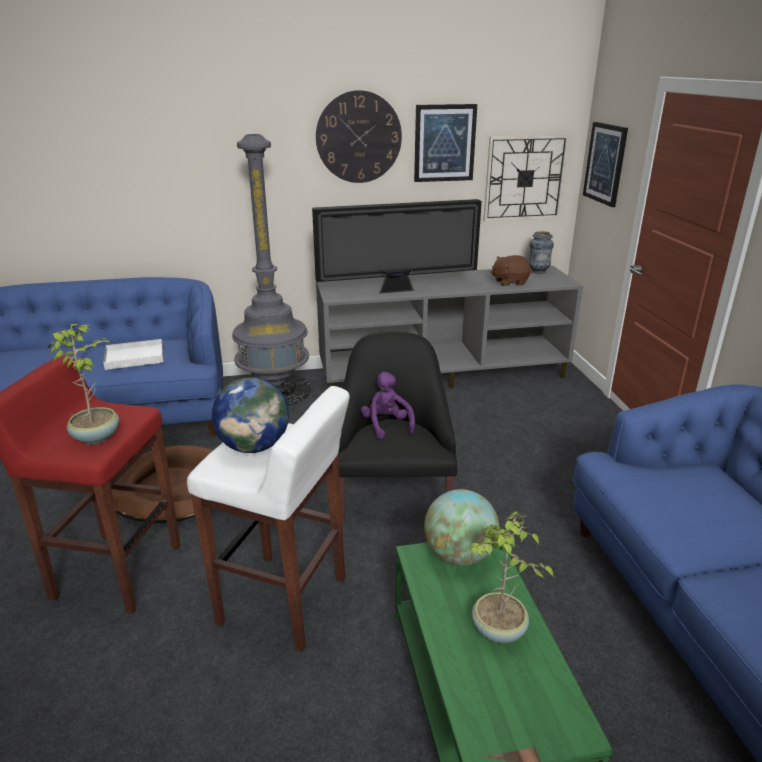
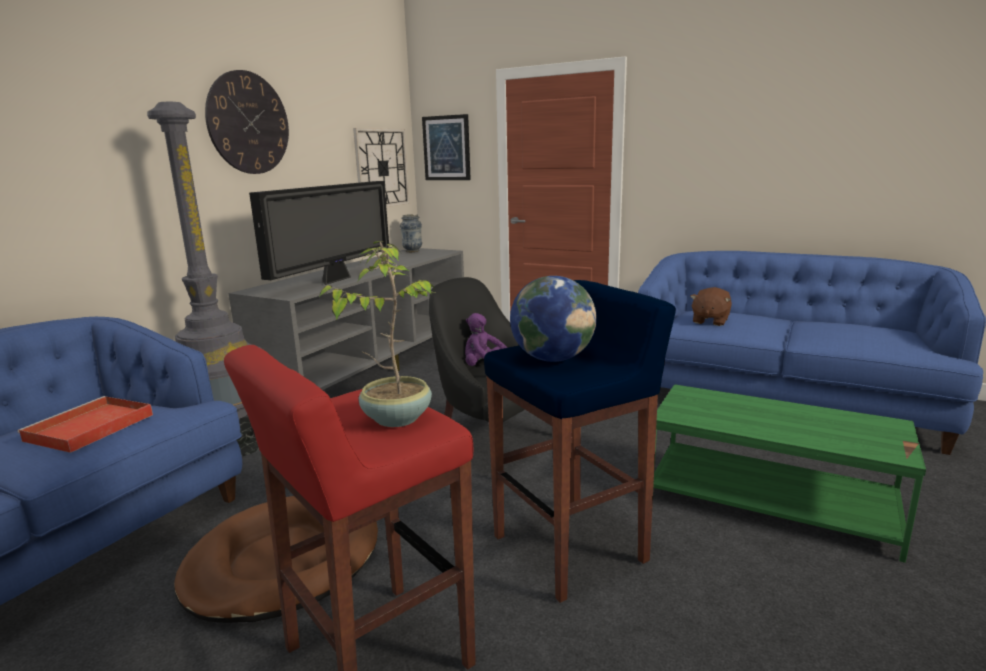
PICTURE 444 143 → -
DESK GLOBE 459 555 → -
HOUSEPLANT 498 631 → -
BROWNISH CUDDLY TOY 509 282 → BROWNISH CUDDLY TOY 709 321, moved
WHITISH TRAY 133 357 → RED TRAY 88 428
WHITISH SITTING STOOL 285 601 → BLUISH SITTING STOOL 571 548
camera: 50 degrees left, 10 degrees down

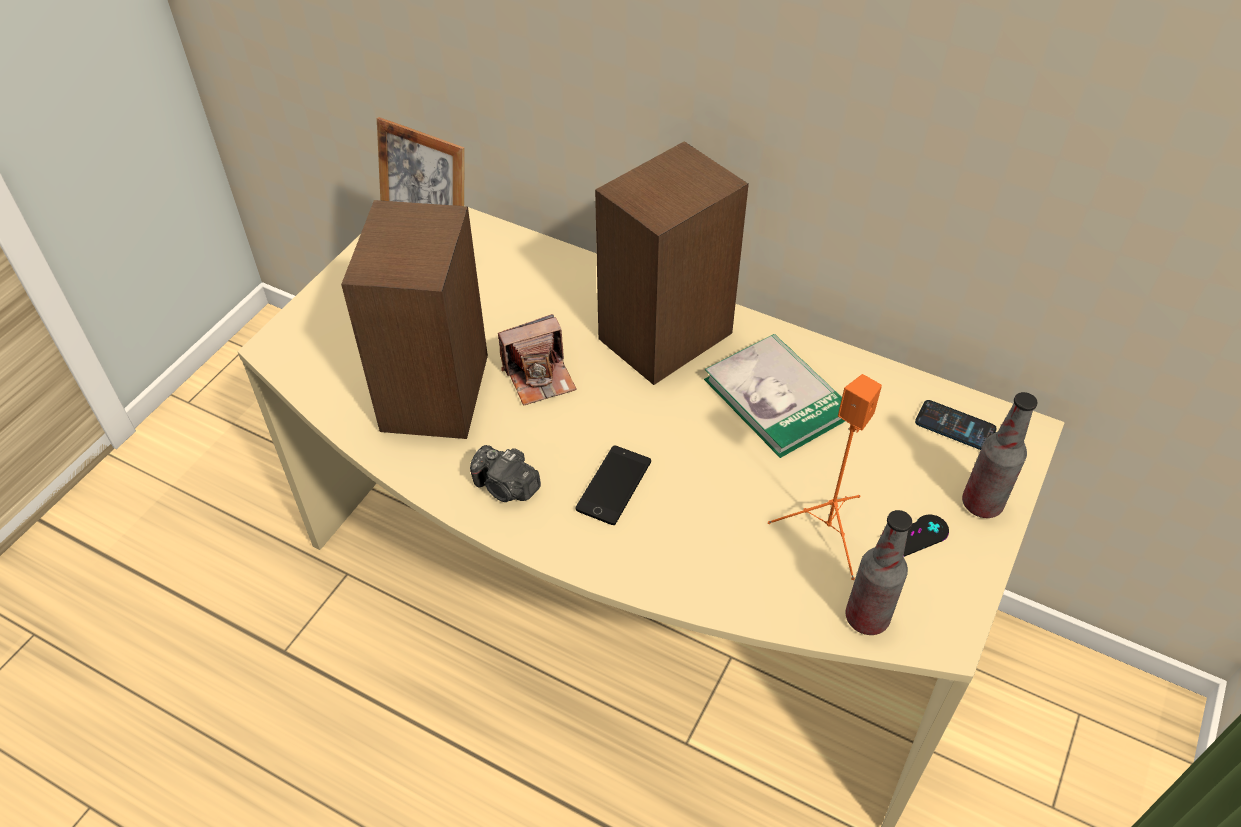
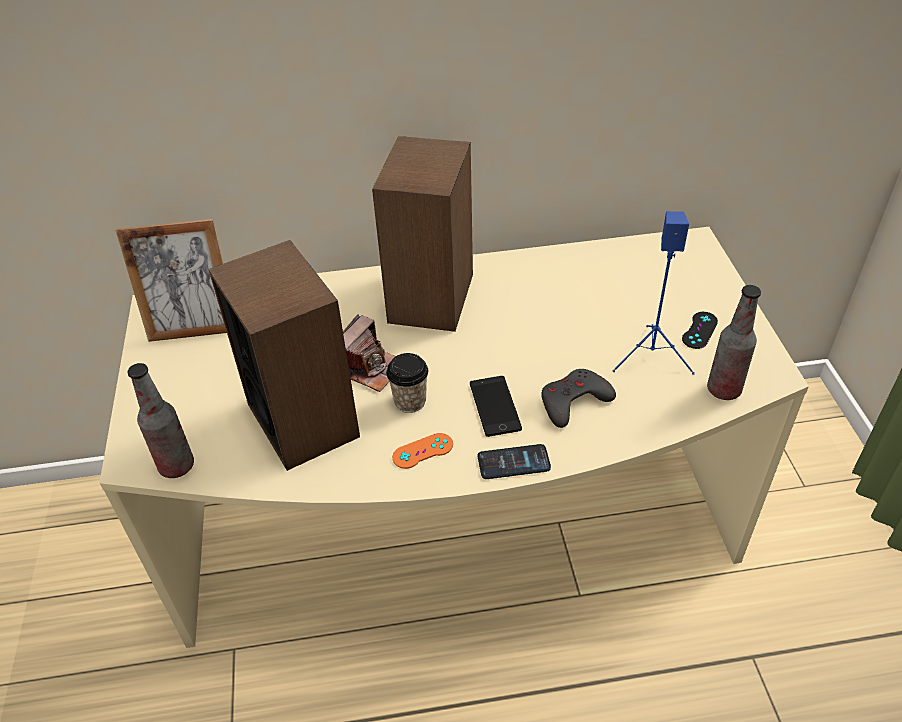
VOLUME 777 398 → -
- → SMALL CUP 410 401
- → GREY GAMEPAD 574 401
HANDSET 955 426 → HANDSET 513 462, moved
DRINK BOTTLE 982 504 → DRINK BOTTLE 177 466, moved
STILL CAMERA 506 487 → ORANGE-COLOURED GAMEPAD 423 451
ORANGE-COLOURED AUDIO SPEAKER 827 532 → BLUISH AUDIO SPEAKER 652 356
camera: 35 degrees left, 5 degrees down

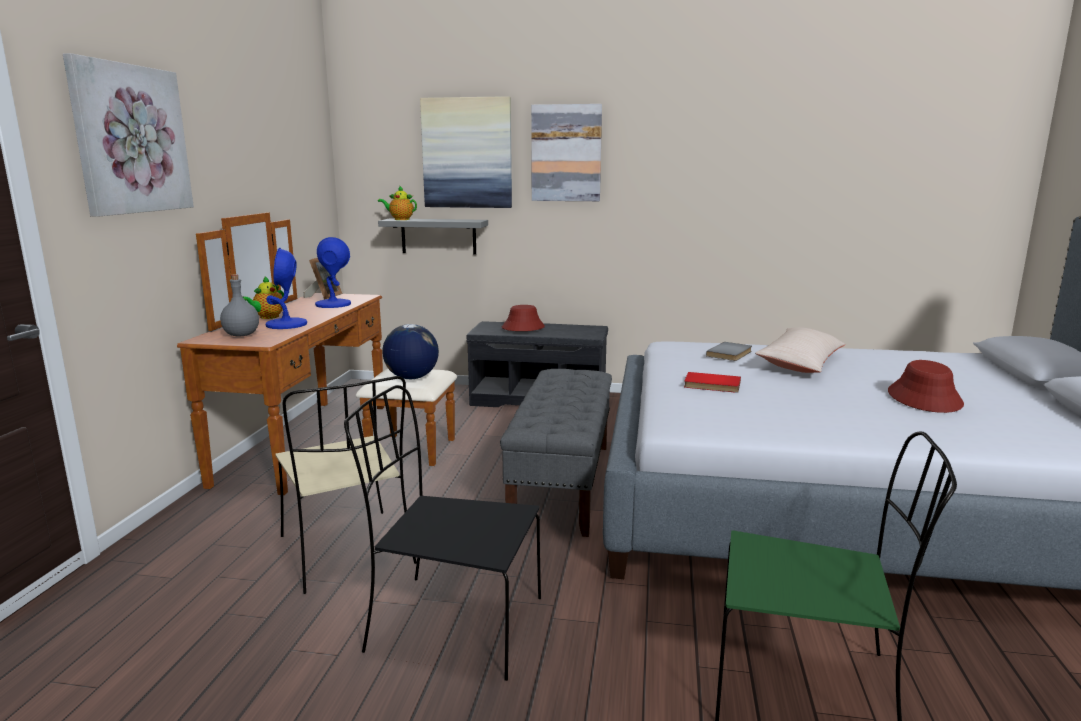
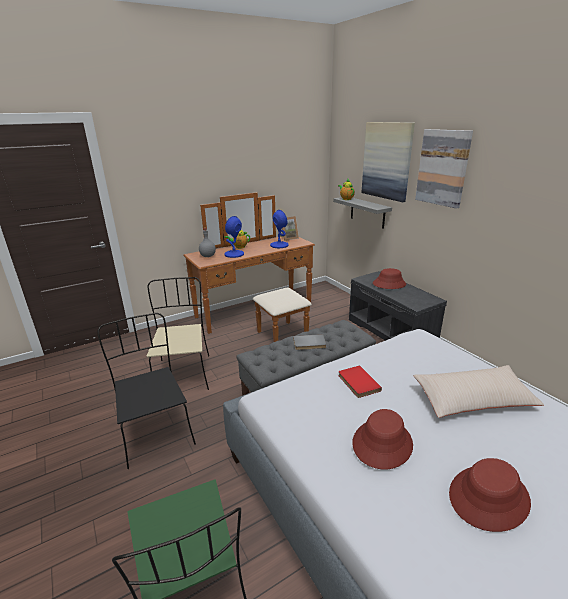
PICTURE 130 139 → -
DESK GLOBE 411 378 → -
- → RED WEARABLE HAT 382 443
GREY VOLUME 731 354 → GREY VOLUME 309 344, moved
SAND-COLOURED UPRIGHT CHAIR 348 552 → SAND-COLOURED UPRIGHT CHAIR 183 373, 150 degrees clockwise
camera: 50 degrees right, 10 degrees up

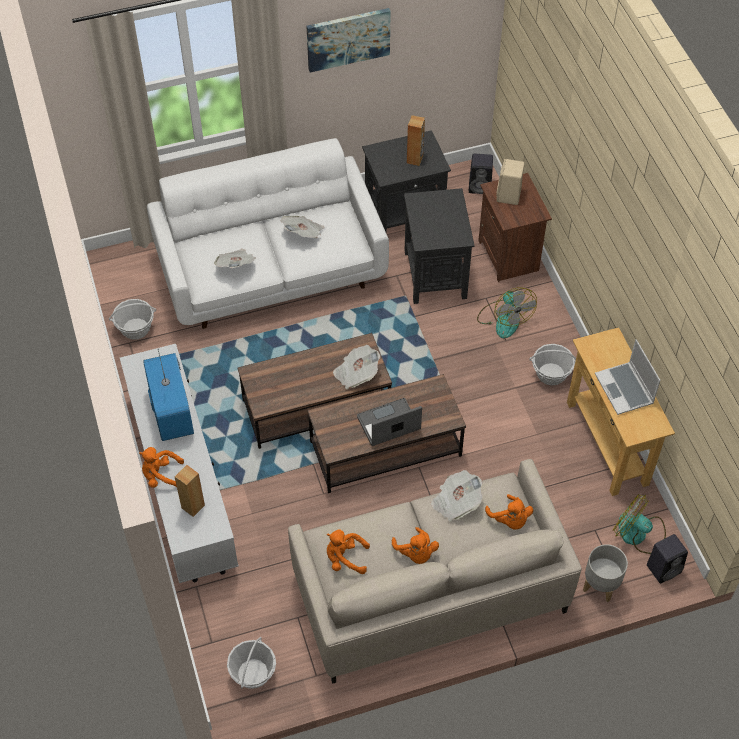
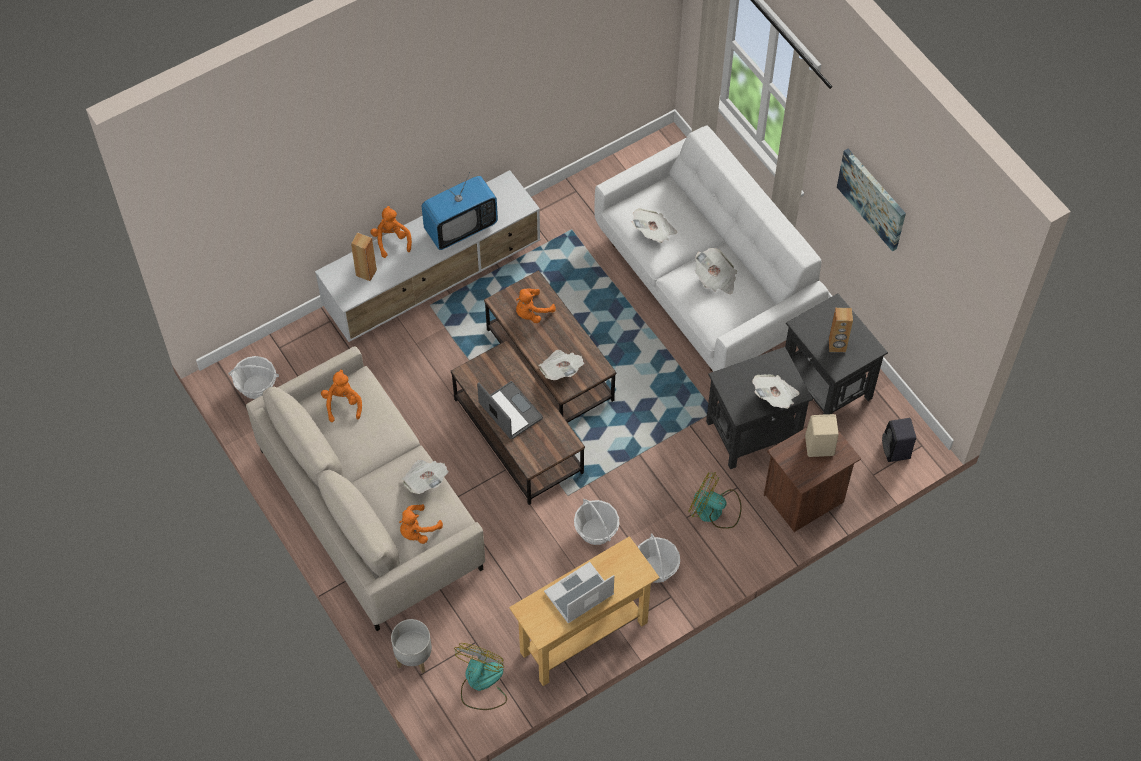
BLACKISH AUDIO SPEAKER 664 568 → -
- → NEWSPAPER 775 397
BASKET 135 329 → BASKET 596 531, moved
ORANGE-COLOURED CUDDLY TOY 416 553 → ORANGE-COLOURED CUDDLY TOY 532 312, moved
COOLING FAN 504 319 → COOLING FAN 714 510, 60 degrees clockwise
camera: 75 degrees right, 5 degrees up

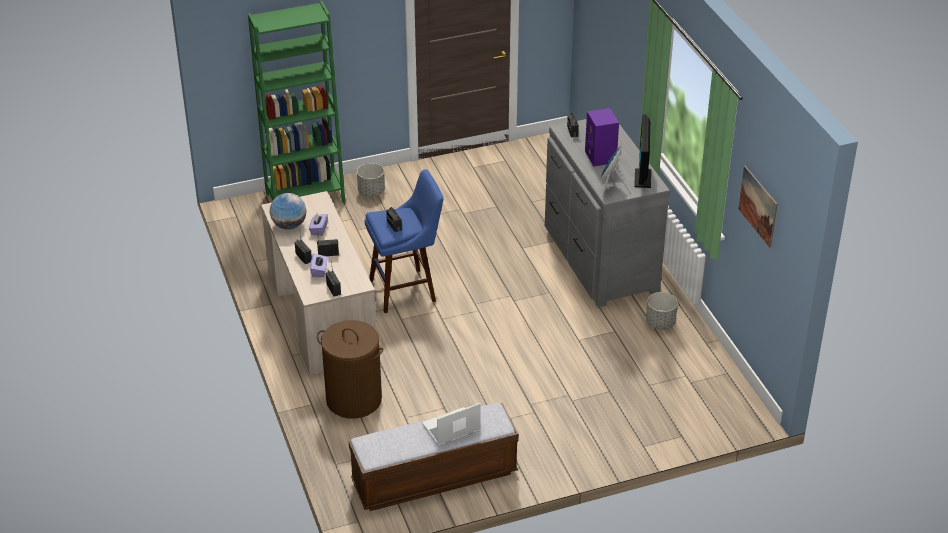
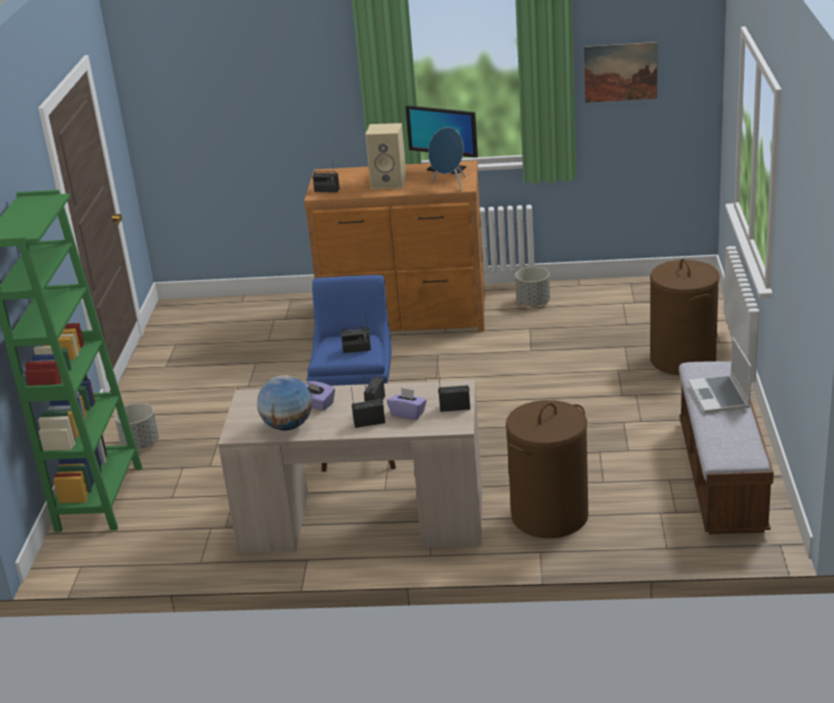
- → BROWNISH HAMPER 683 360
GREY DRAWER CHEST 599 260 → BROWNISH DRAWER CHEST 405 318
PURPLISH AUDIO SPEAKER 601 157 → SAND-COLOURED AUDIO SPEAKER 389 182
camera: 65 degrees left, 10 degrees down

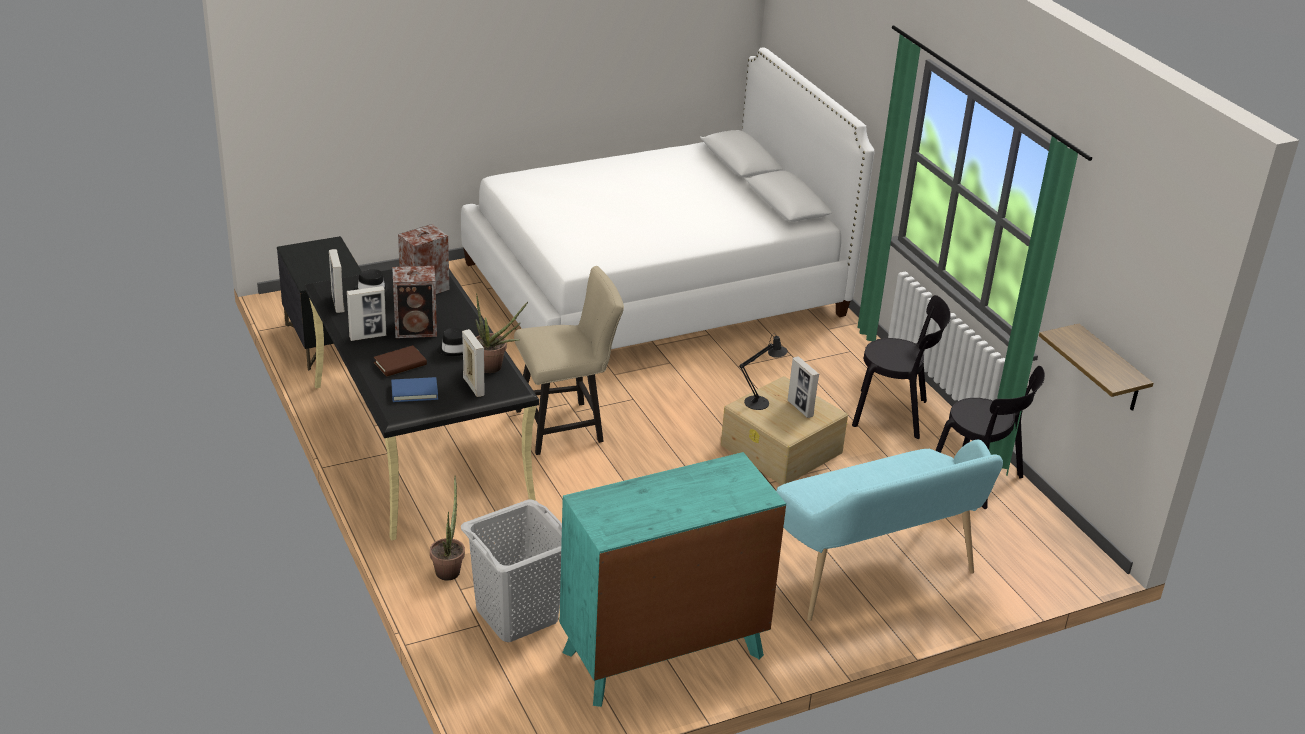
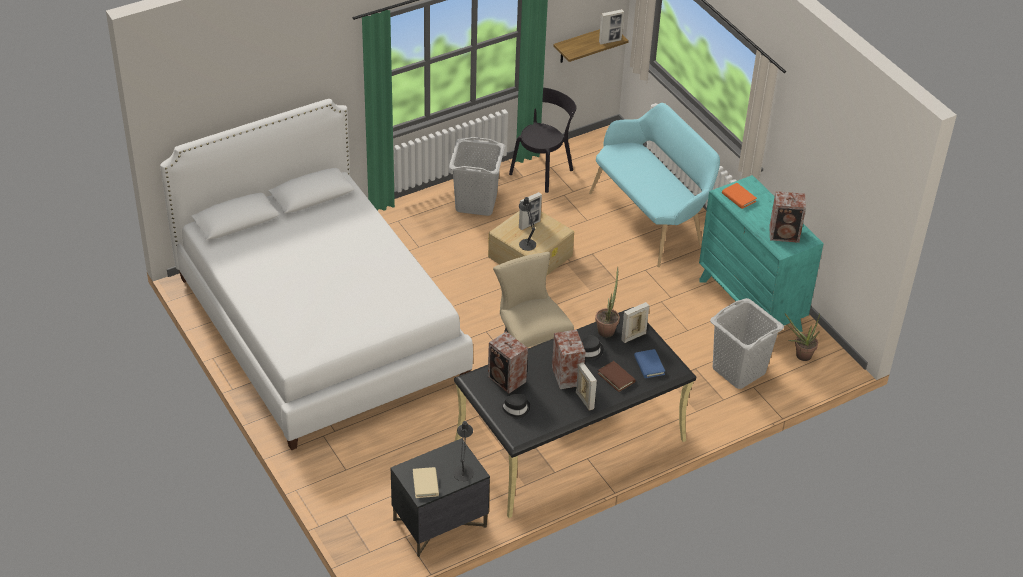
- → SAND-COLOURED VOLUME 425 484
- → BLACKISH TABLE LAMP 463 471
- → ORANGE-COLOURED VOLUME 738 197
- → AUDIO SPEAKER 785 234
PHOTO FRAME 338 303 → PHOTO FRAME 610 41, moved
HOUSEPLANT 449 568 → HOUSEPLANT 800 355, moved
BLACKISH UPRIGHT CHAIR 894 414 → GREY HAMPER 476 202
camera: 95 degrees left, 10 degrees up

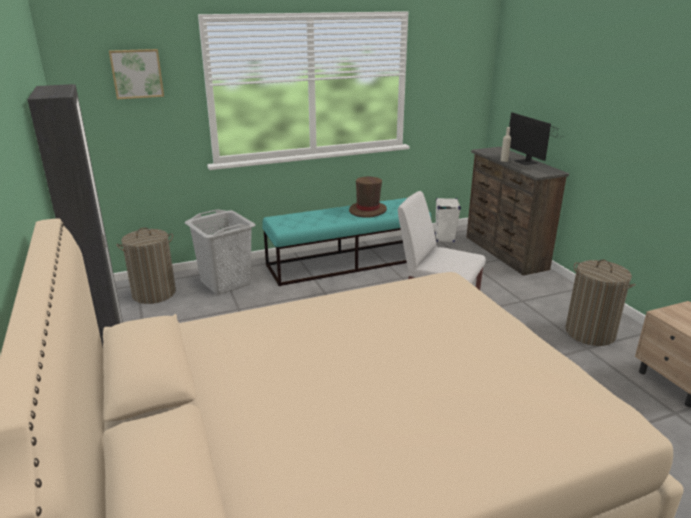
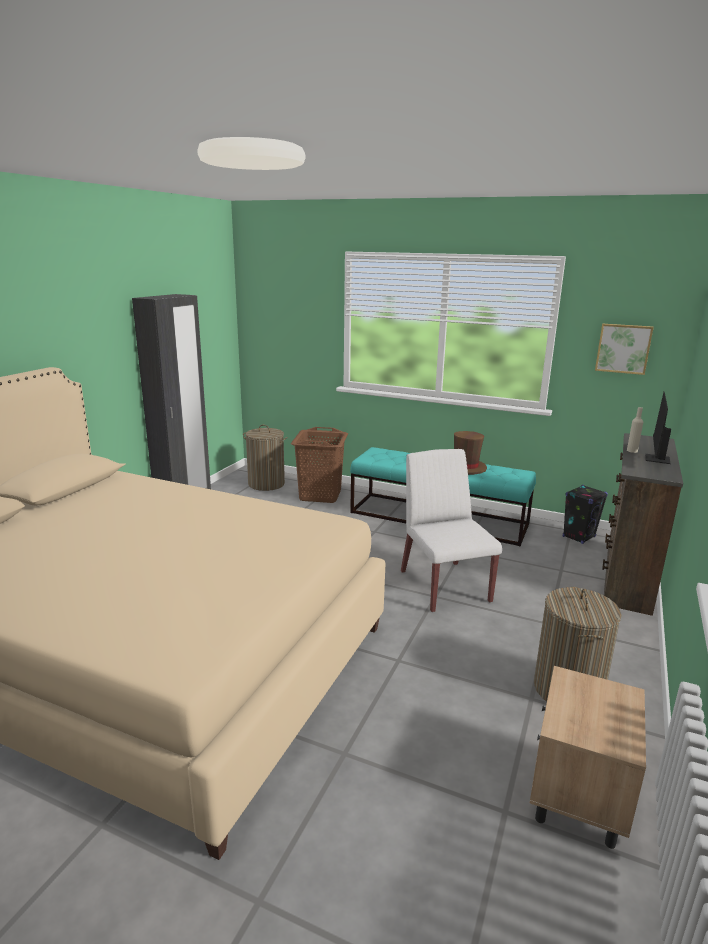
PICTURE 137 73 → PICTURE 623 348, moved
GREY HAMPER 226 282 → BROWNISH HAMPER 320 495
WHITISH AUDIO SPEAKER 444 238 → BLACKISH AUDIO SPEAKER 579 536
camera: 45 degrees right, 5 degrees down

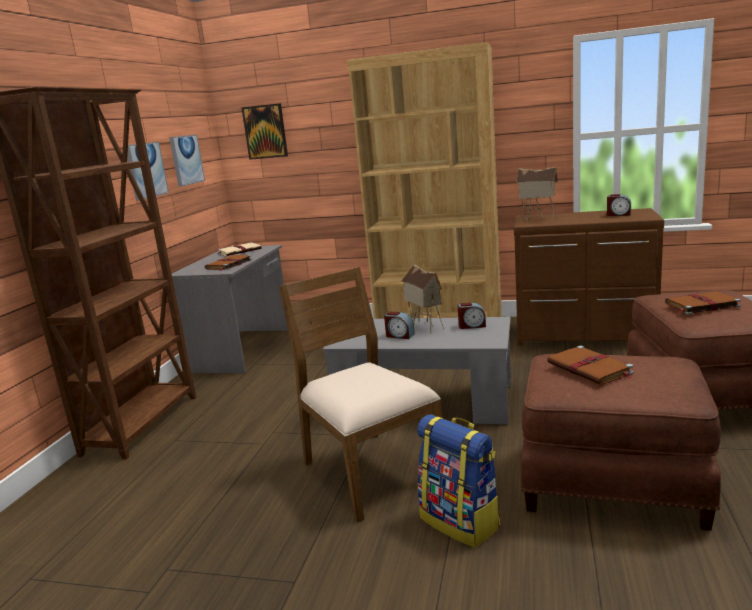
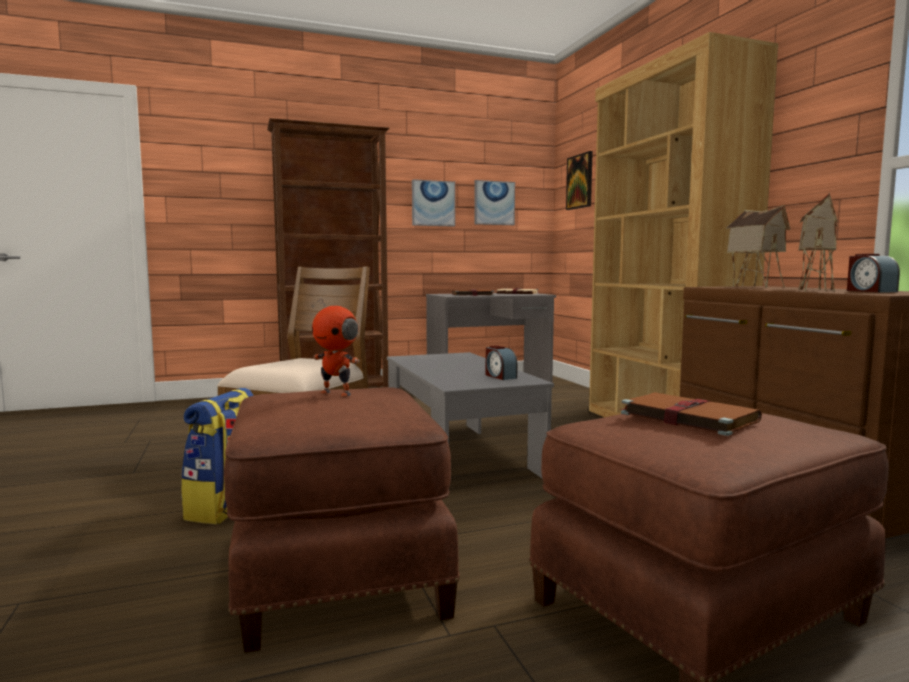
ALARM CLOCK 399 335 → -
MINIATURE HOUSE 424 327 → MINIATURE HOUSE 813 290, moved
BROWNISH VOLUME 590 368 → MODEL ROBOT 337 393
camera: 55 degrees right, 10 degrees down

